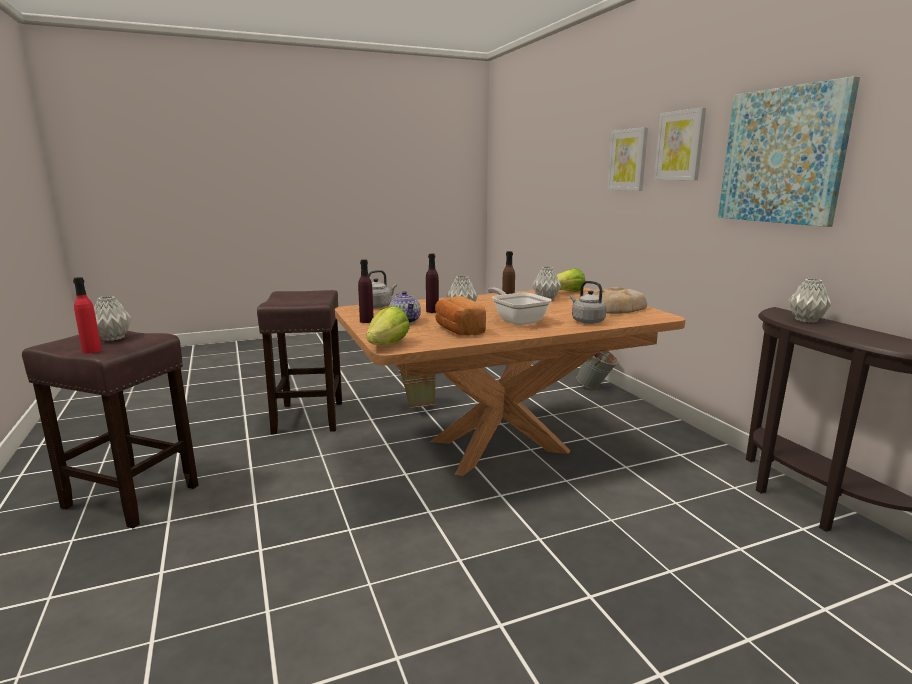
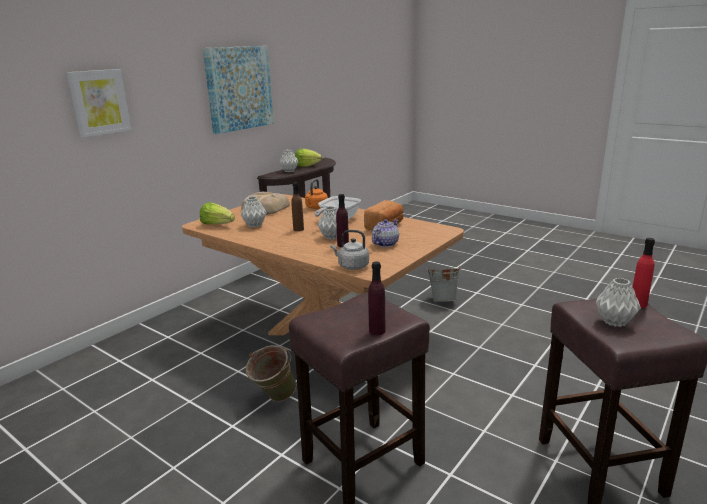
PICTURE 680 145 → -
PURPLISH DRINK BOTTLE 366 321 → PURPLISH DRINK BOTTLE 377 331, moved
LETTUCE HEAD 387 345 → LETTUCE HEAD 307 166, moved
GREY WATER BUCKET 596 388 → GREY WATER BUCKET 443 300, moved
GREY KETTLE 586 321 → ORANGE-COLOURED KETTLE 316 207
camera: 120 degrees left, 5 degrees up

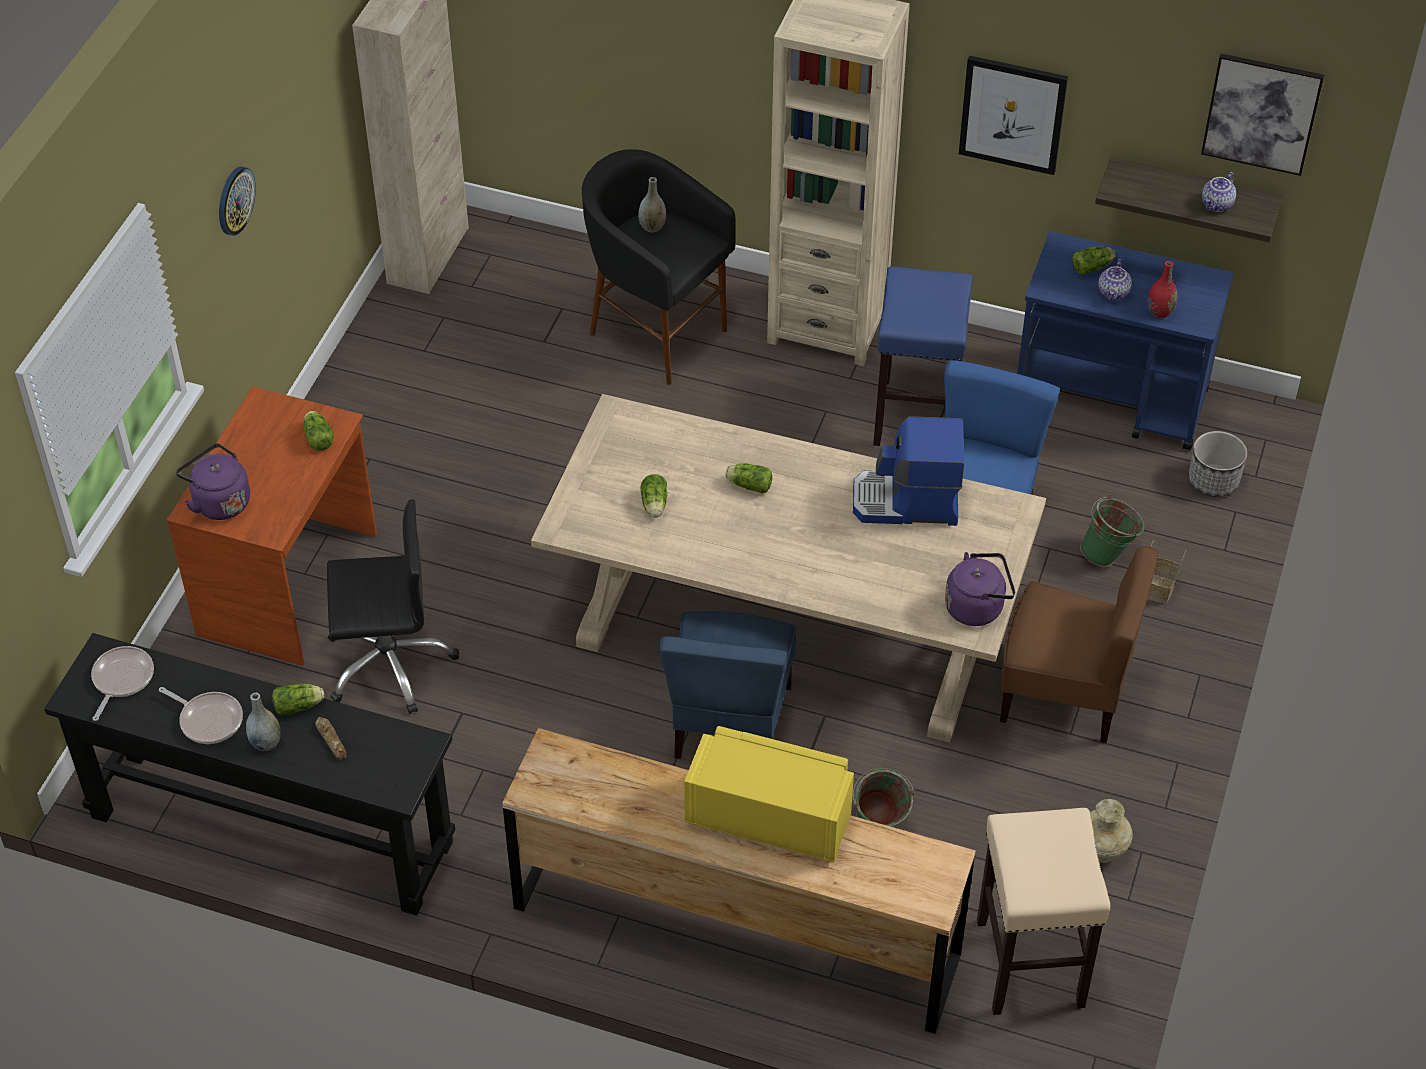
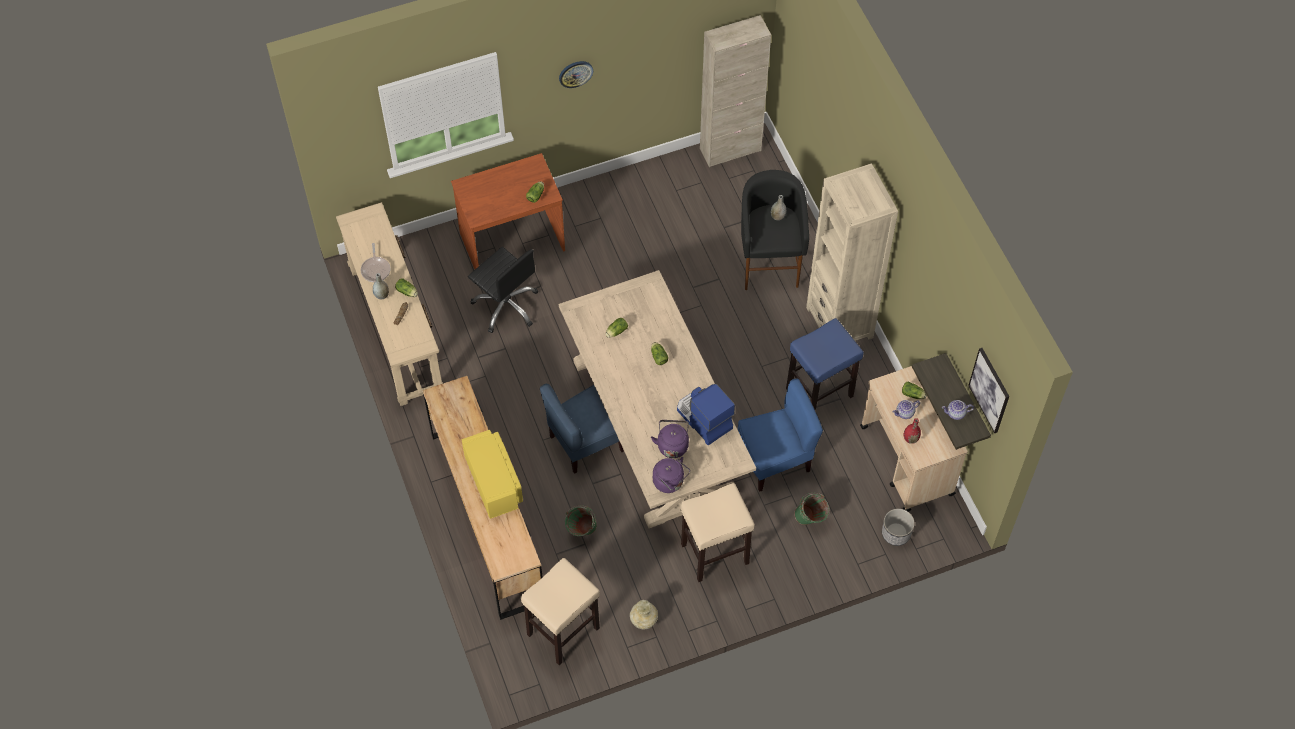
PAN 121 679 → -
PICTURE 1012 114 → -
BASKET 1159 590 → -
PURPLISH KETTLE 219 501 → PURPLISH KETTLE 672 445, moved
BROWNISH UPRIGHT CHAIR 1064 694 → SAND-COLOURED SITTING STOOL 714 554
BLACKISH NARROW TABLE 271 829 → SAND-COLOURED NARROW TABLE 396 329
BLUISH WHEELED CART 1112 399 → SAND-COLOURED WHEELED CART 907 461
camera: 50 degrees right, 10 degrees up

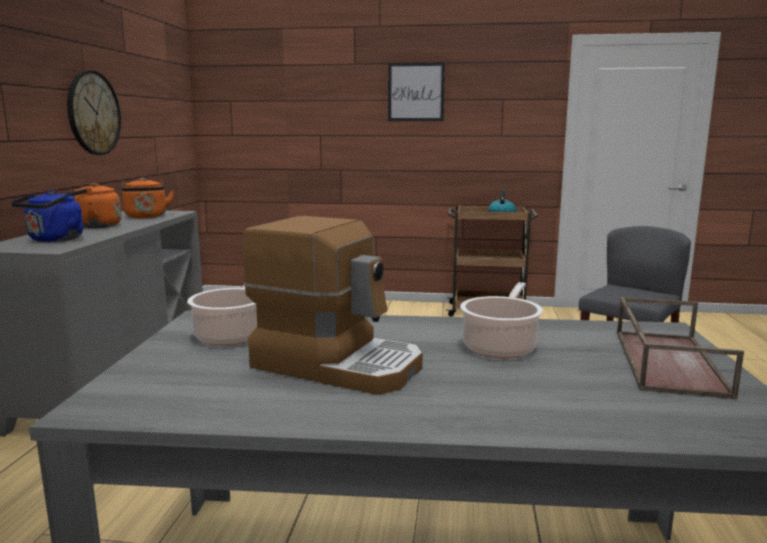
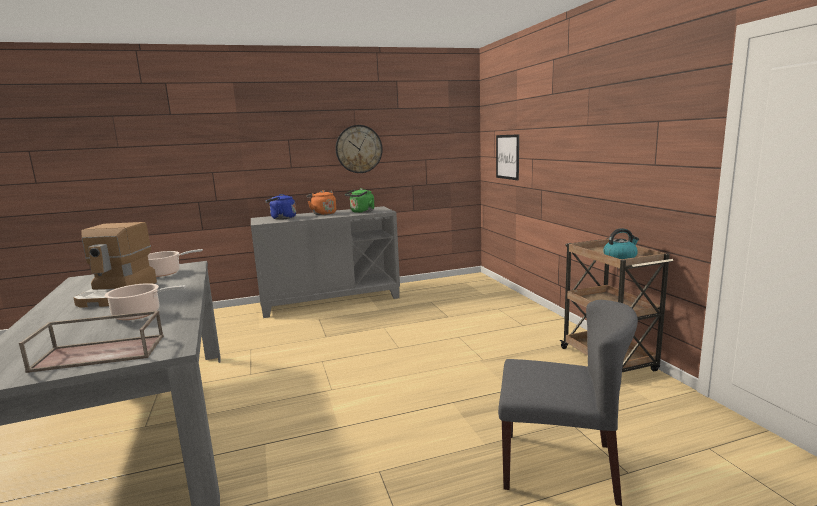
PICTURE 416 92 → PICTURE 507 157, moved
ORANGE-COLOURED KETTLE 146 217 → GREEN KETTLE 361 212
camera: 65 degrees right, 0 degrees up

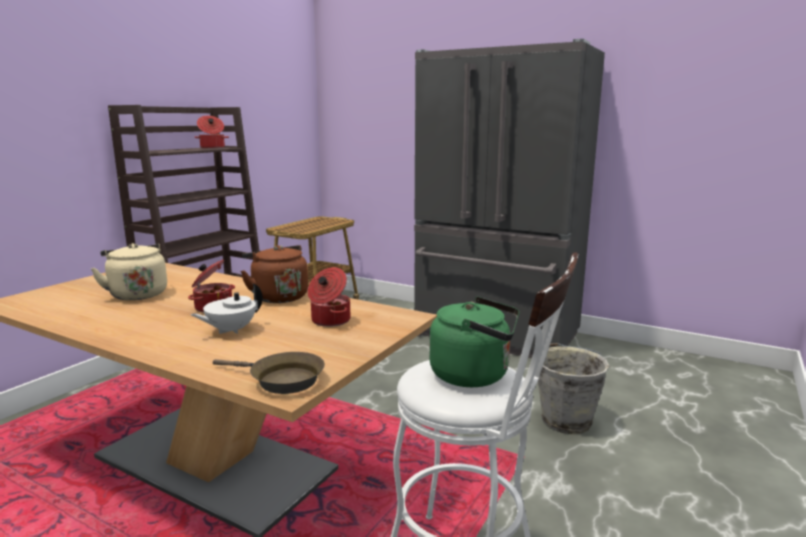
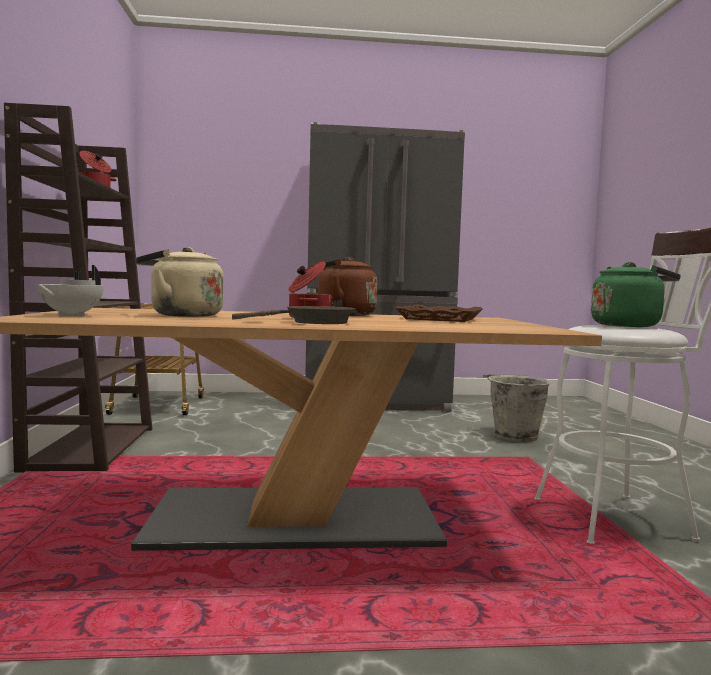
WHITISH TEA POT 231 330 → WHITISH TEA POT 70 315, moved
BROWNISH PAN 281 380 → BROWNISH PAN 313 322, moved
COOKING POT 329 321 → BROWNISH TRAY 441 319
camera: 35 degrees left, 10 degrees down

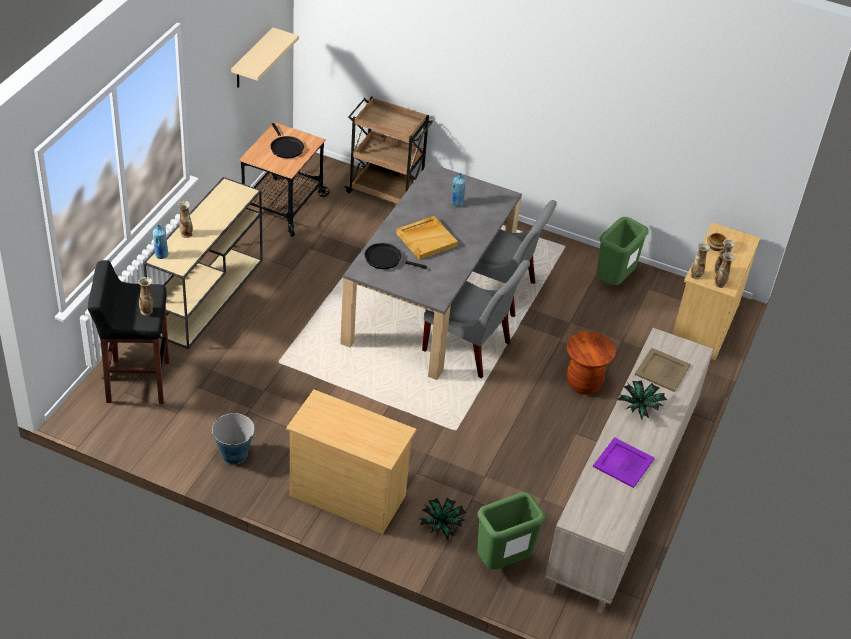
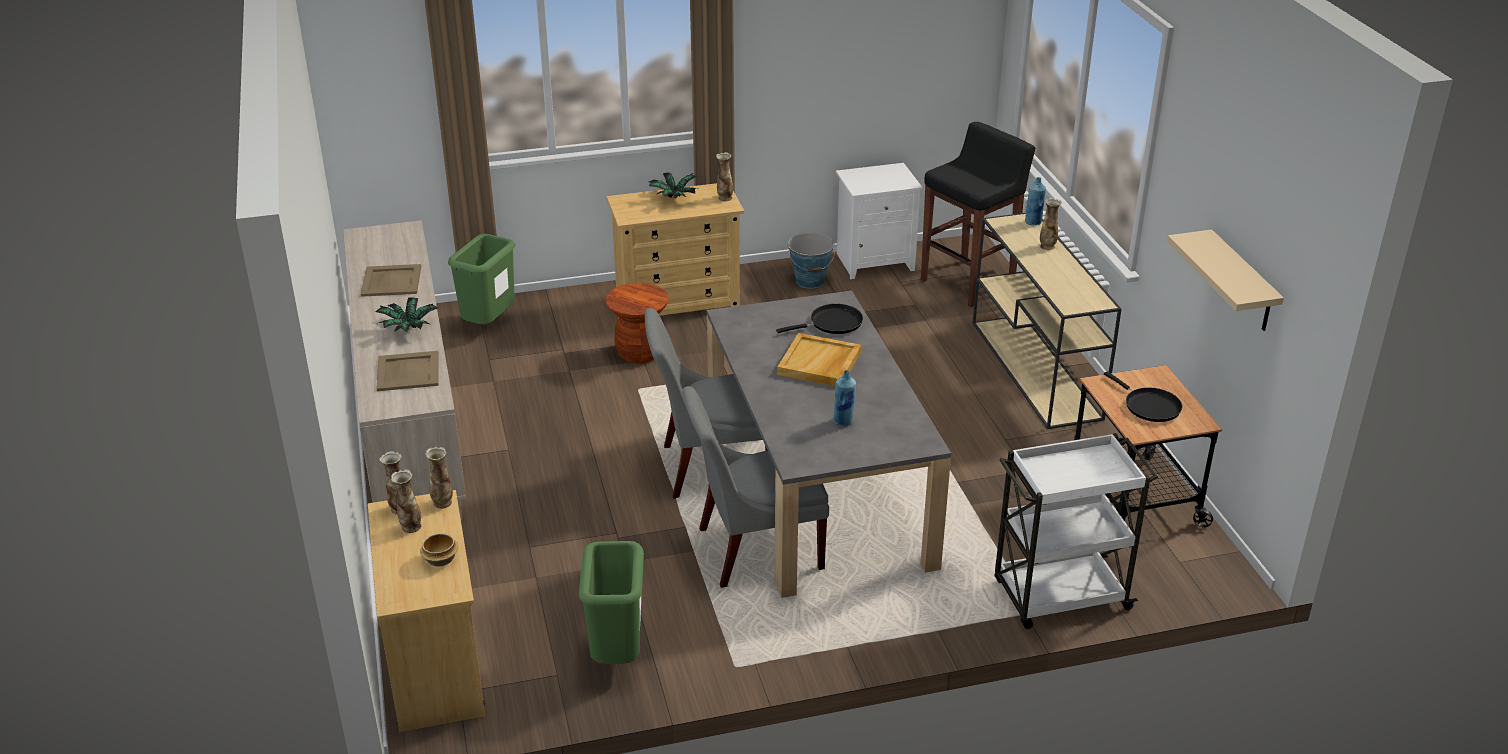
- → WHITISH NIGHTSTAND 875 261
FLOWER VASE 147 311 → FLOWER VASE 724 198, moved
HOUSEPLANT 442 524 → HOUSEPLANT 673 198, moved
BROWNISH SITTING STOOL 583 383 → BROWNISH SITTING STOOL 639 353, moved
BROWNISH WHEELED CART 386 192 → WHITISH WHEELED CART 1059 596
PURPLISH TRAY 623 463 → SAND-COLOURED TRAY 392 281
BLACKISH PAN 286 147 → BLACKISH PAN 1149 406, 150 degrees counterclockwise
camera: 145 degrees right, 10 degrees down

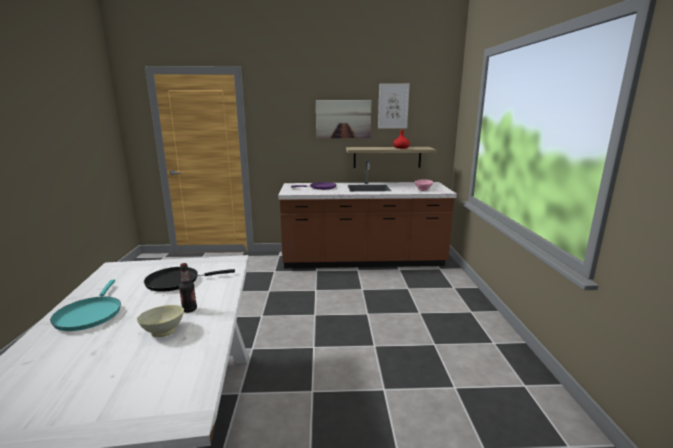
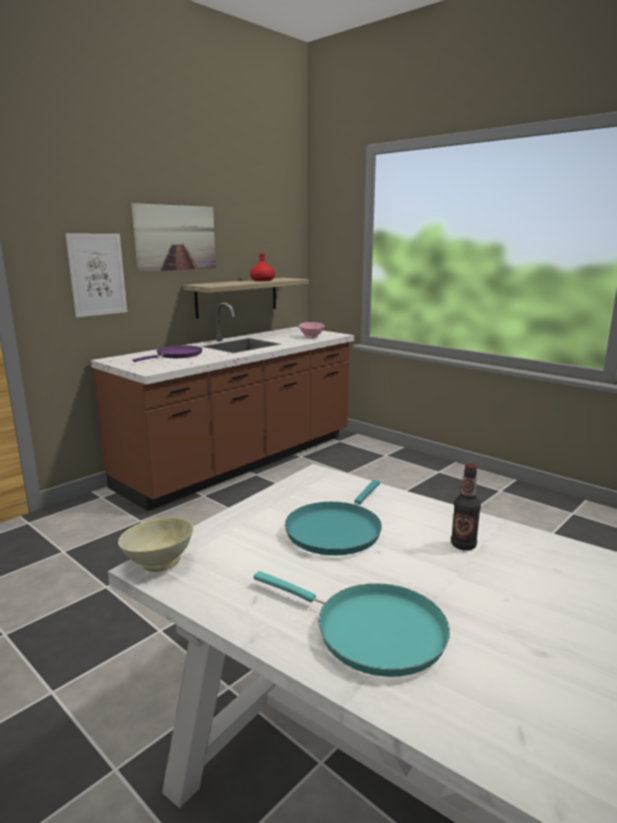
SAND-COLOURED DEEP DISH 164 331 → SAND-COLOURED DEEP DISH 159 562, moved
PICTURE 393 106 → PICTURE 97 274, moved
BLACKISH PAN 177 281 → BLUE-GREEN PAN 336 530
camera: 45 degrees left, 0 degrees up

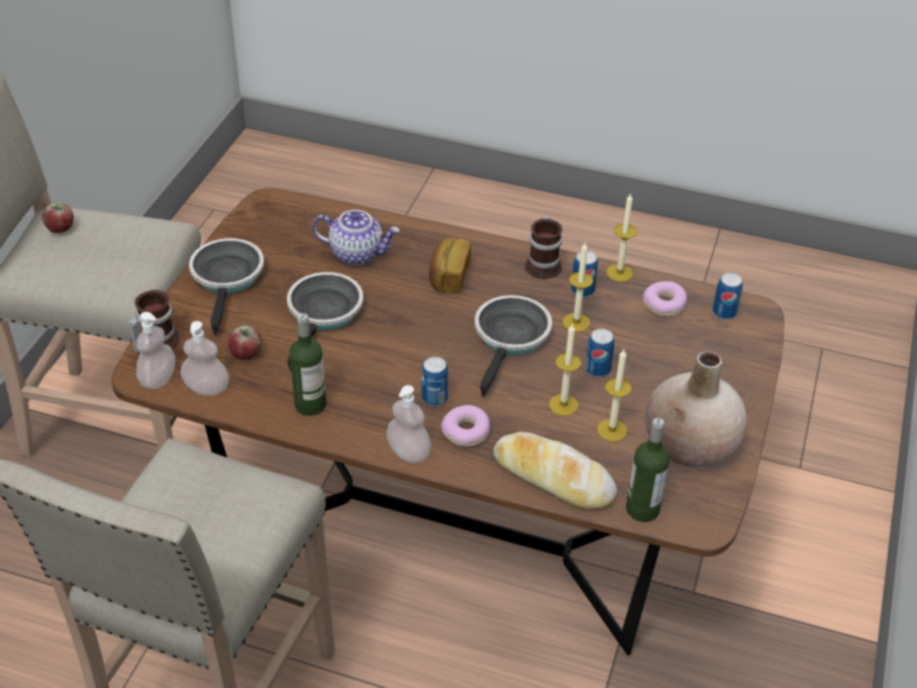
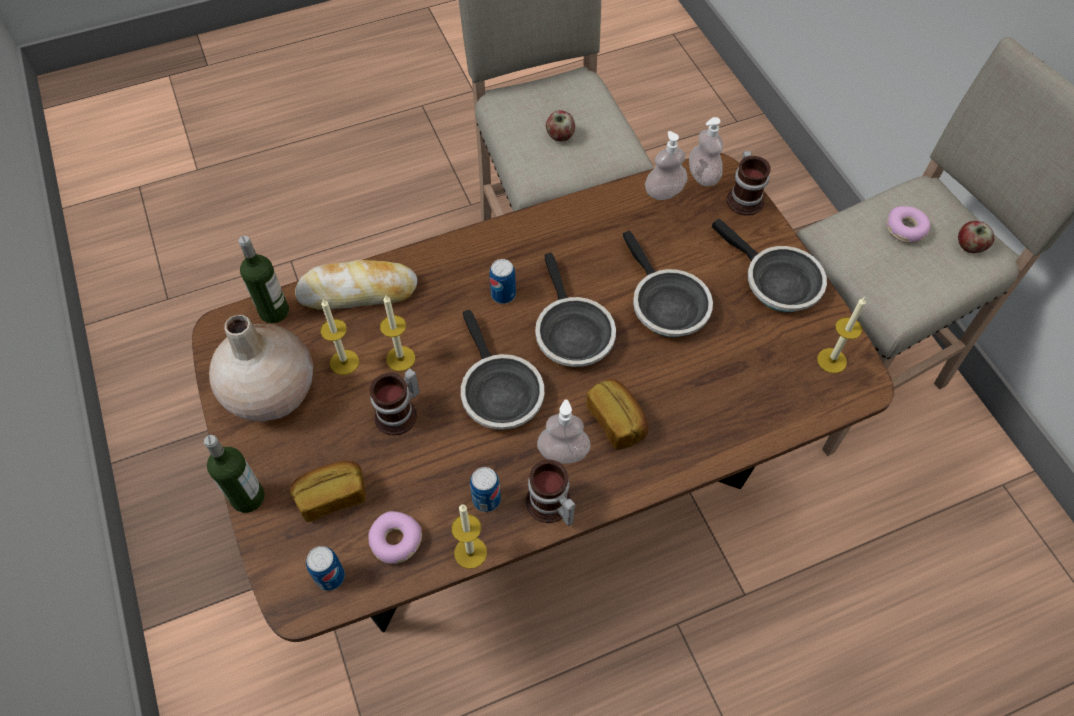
TEA POT 357 253 → -
- → BREAD 332 496
- → PAN 571 333
APPLE 246 354 → APPLE 560 136, moved
DRINK BOTTLE 310 405 → DRINK BOTTLE 248 497, moved
SOAP BOTTLE 408 452 → SOAP BOTTLE 563 453, moved
DONUT 466 432 → DONUT 905 229, moved
WAX LIGHT 576 322 → WAX LIGHT 831 360, moved
SEALED CAN 597 369 → COFFEE MUG 400 414
camera: 140 degrees right, 15 degrees up

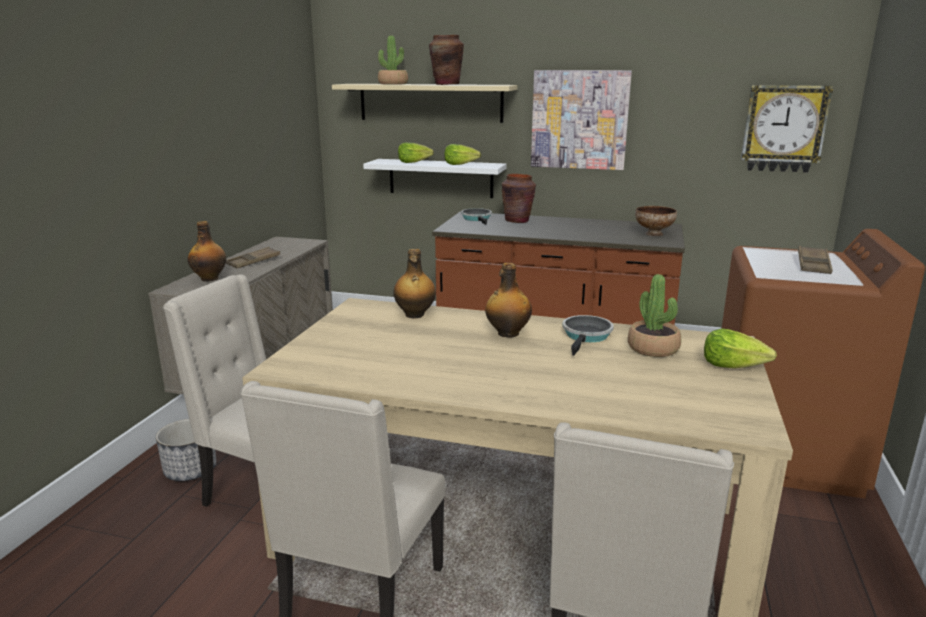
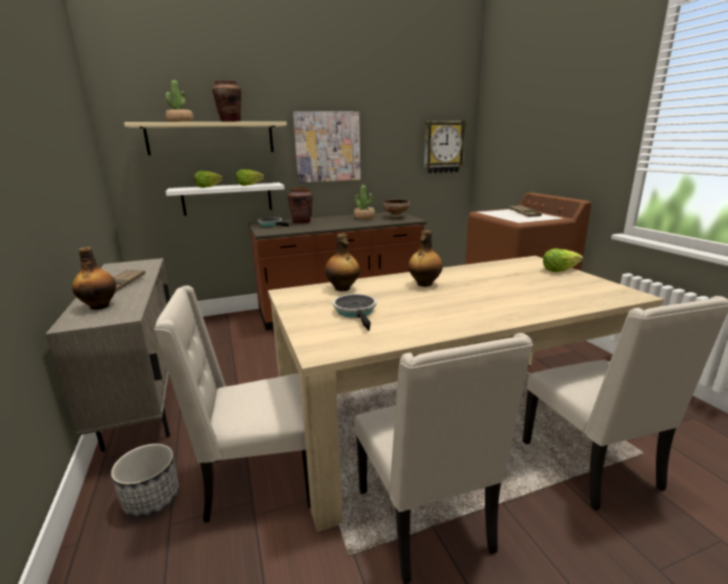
PAN 586 336 → PAN 356 312, moved
HOUSEPLANT 653 348 → HOUSEPLANT 364 217, moved
camera: 35 degrees left, 0 degrees up

